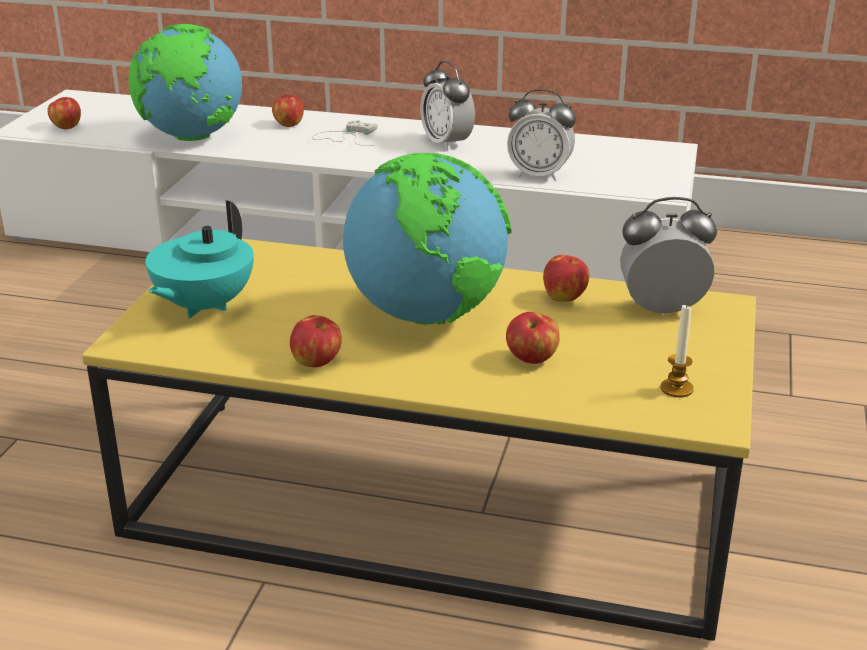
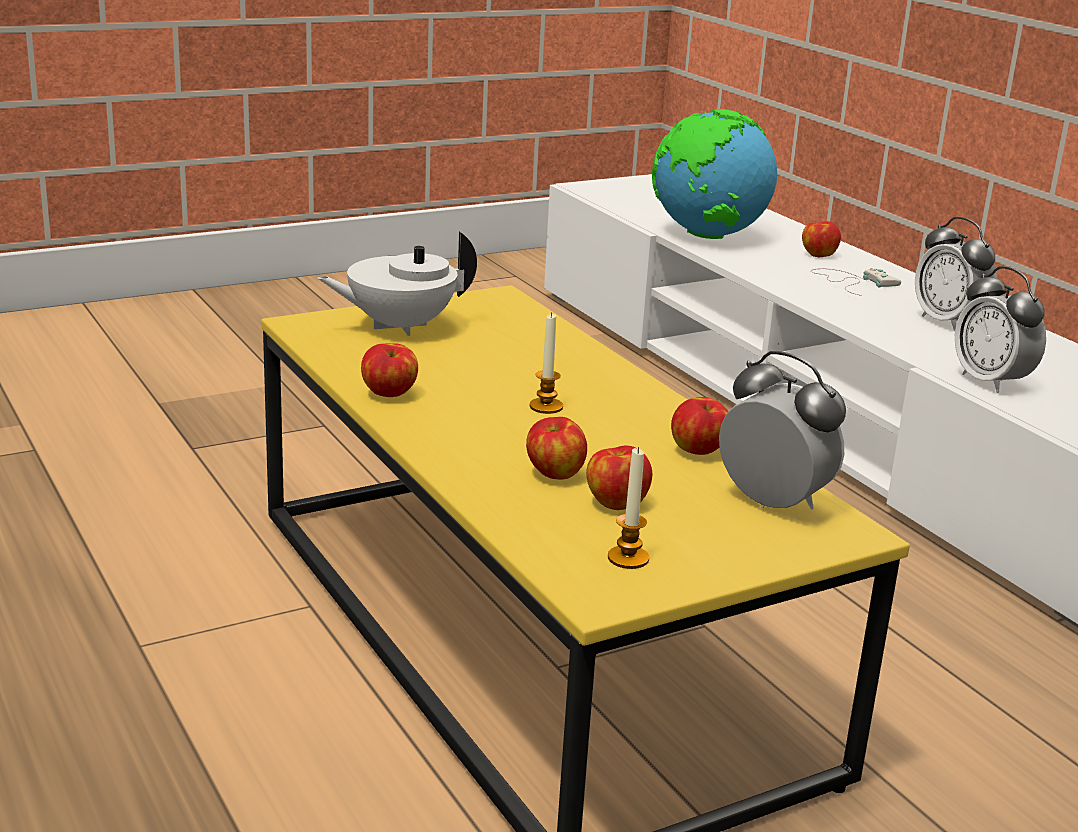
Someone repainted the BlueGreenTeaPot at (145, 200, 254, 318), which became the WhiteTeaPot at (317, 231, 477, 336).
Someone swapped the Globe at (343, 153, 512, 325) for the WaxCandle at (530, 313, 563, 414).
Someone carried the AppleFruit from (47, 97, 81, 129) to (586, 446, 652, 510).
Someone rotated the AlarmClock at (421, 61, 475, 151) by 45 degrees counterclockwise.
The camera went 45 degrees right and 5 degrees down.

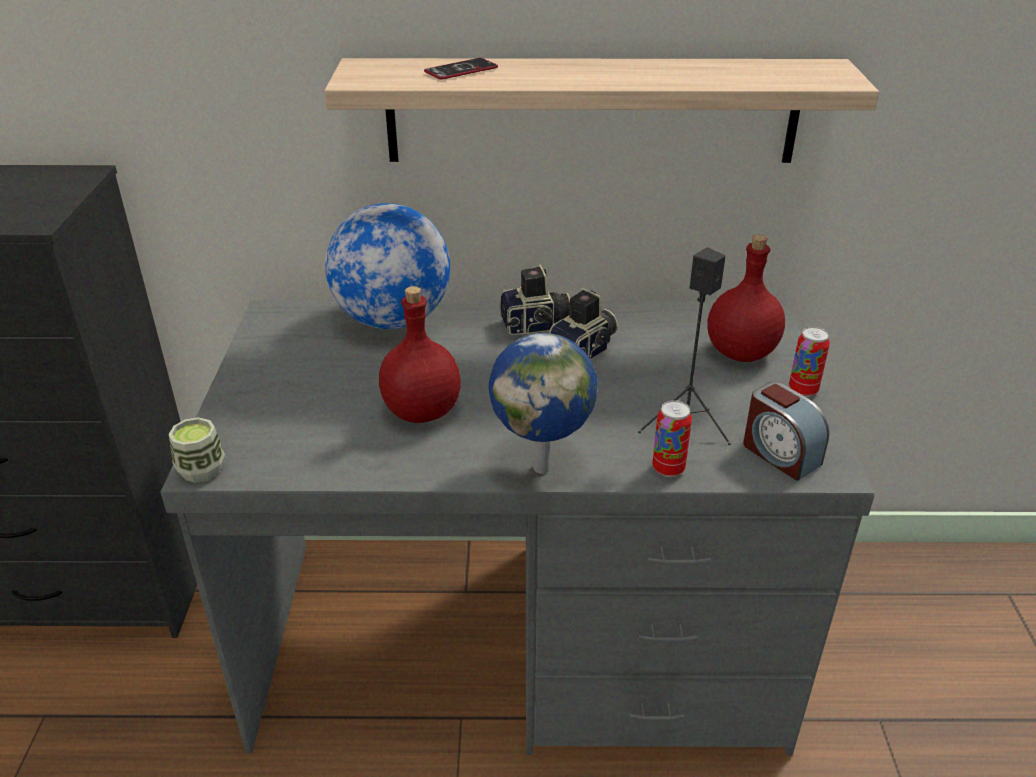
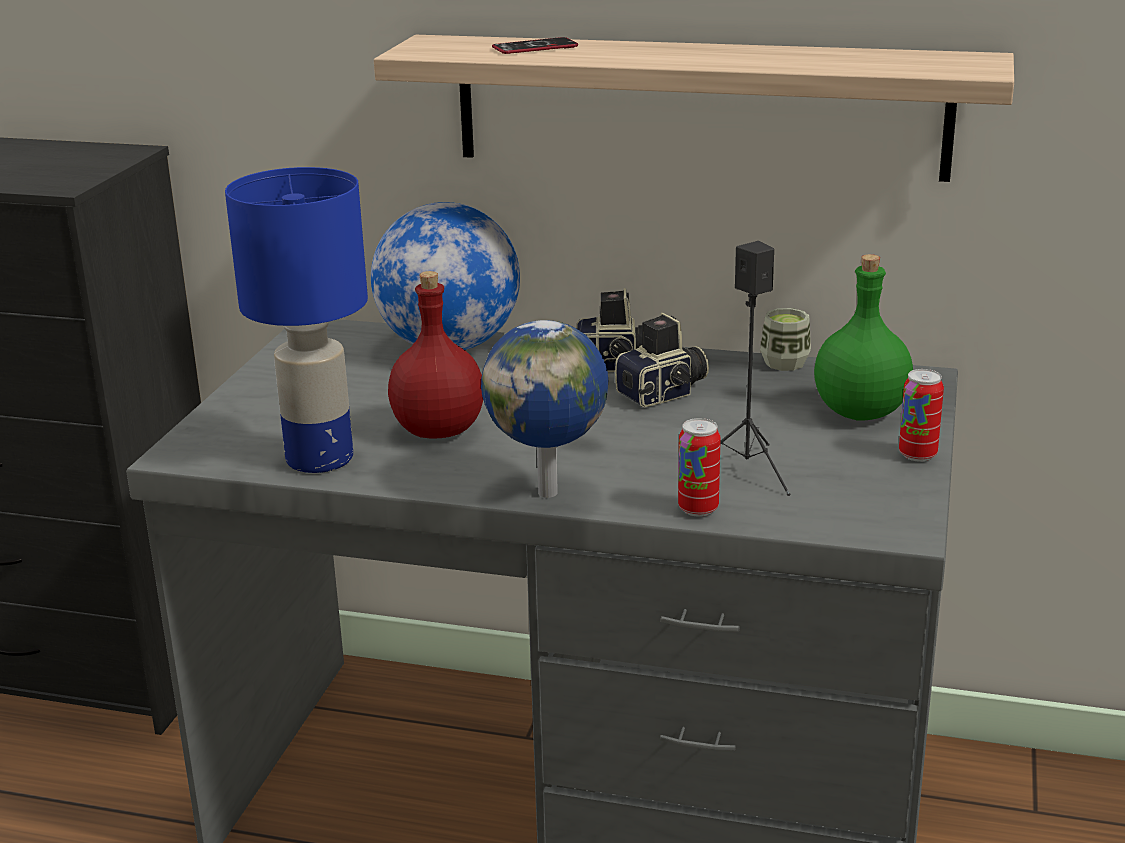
Someone put down the BlueColouredTabletopLamp at (225, 167, 368, 473).
Someone carried the Cup from (169, 417, 225, 483) to (760, 308, 811, 371).
Someone repainted the ReddishDrinkBottle at (707, 235, 785, 362), which became the GreenDrinkBottle at (814, 254, 913, 421).
Someone took away the AlarmClock at (743, 382, 829, 481).
The camera went 15 degrees right and 10 degrees down.

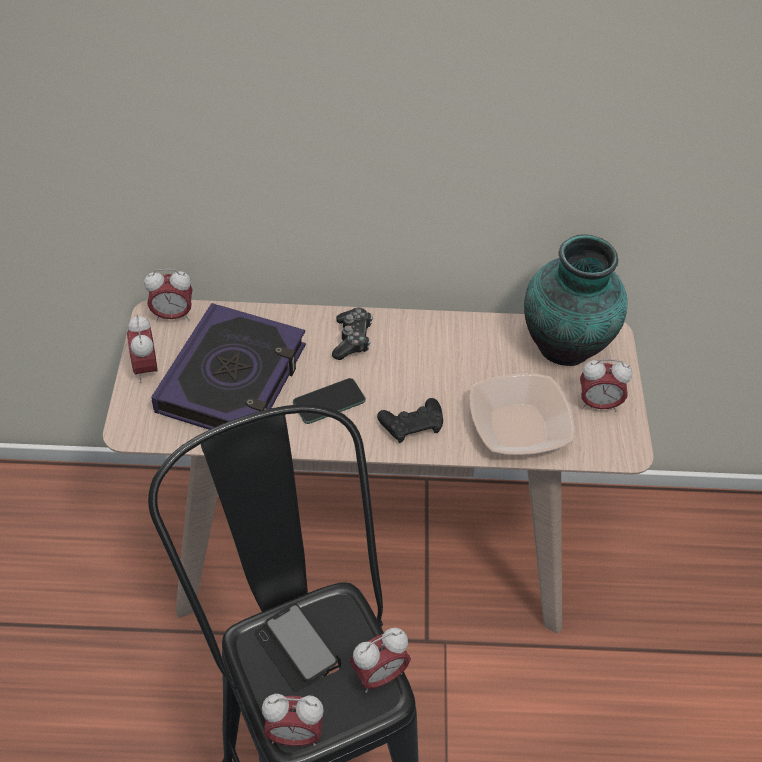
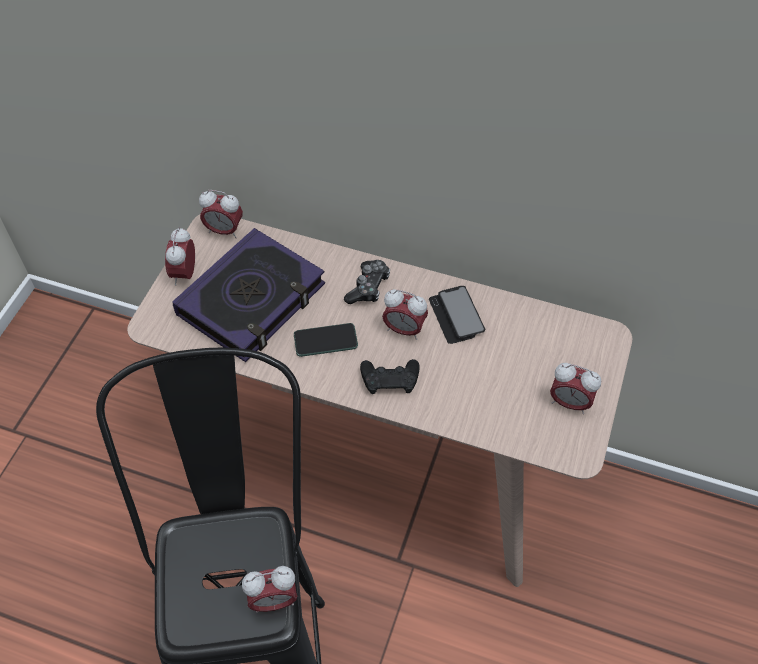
Someone carried the AlarmClock from (262, 694, 324, 746) to (382, 289, 428, 340).
Someone carried the Phone from (254, 604, 338, 692) to (429, 286, 485, 344).
Someone took away the Bowl at (469, 374, 575, 455).
Someone took away the DecorativeVase at (524, 234, 628, 366).
The camera went 20 degrees right and 5 degrees up.

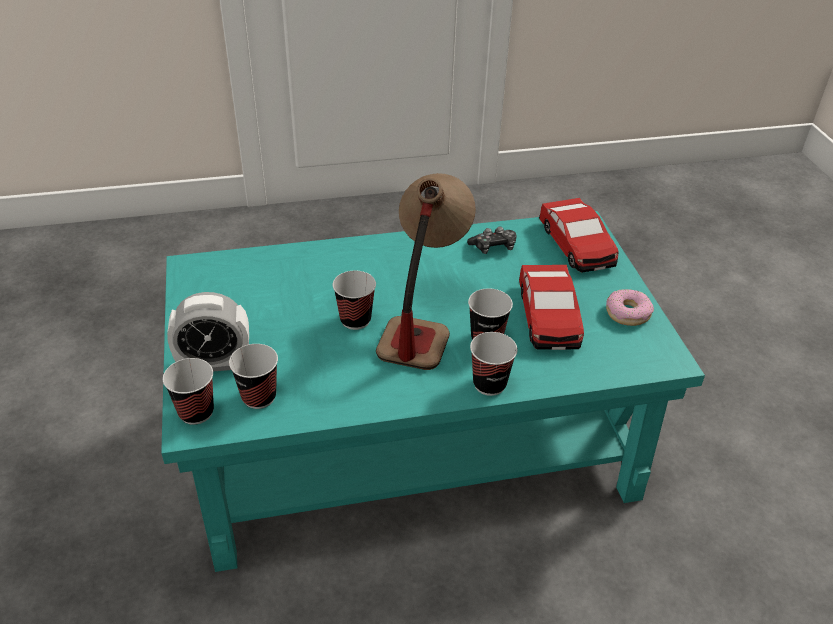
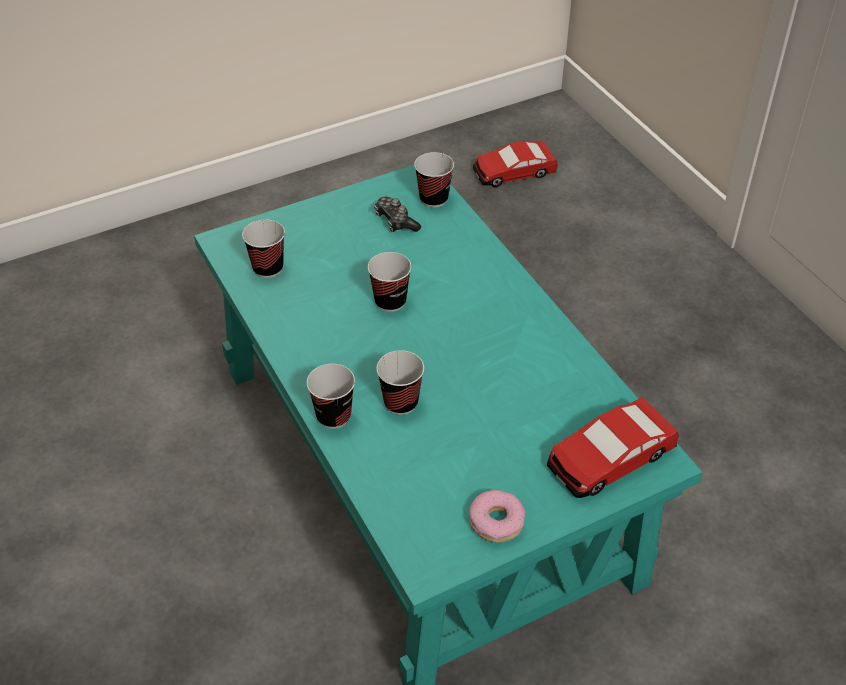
Someone carried the Gamepad from (467, 226, 517, 254) to (374, 196, 421, 232).
Someone carried the Cup from (163, 358, 214, 425) to (414, 152, 454, 207).
Someone carried the ToyCar from (519, 265, 584, 350) to (473, 141, 558, 187).
Someone took away the AlarmClock at (167, 292, 249, 371).
Someone took away the TabletopLamp at (376, 173, 476, 370).
The camera went 75 degrees right and 5 degrees up.

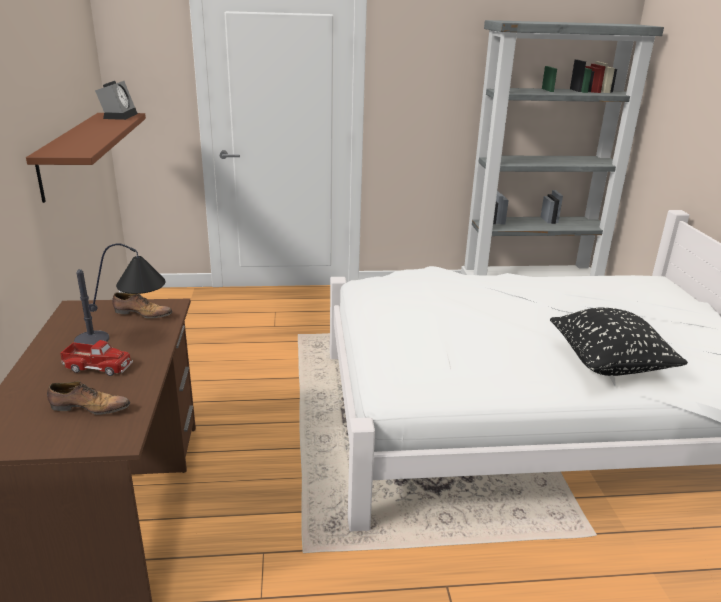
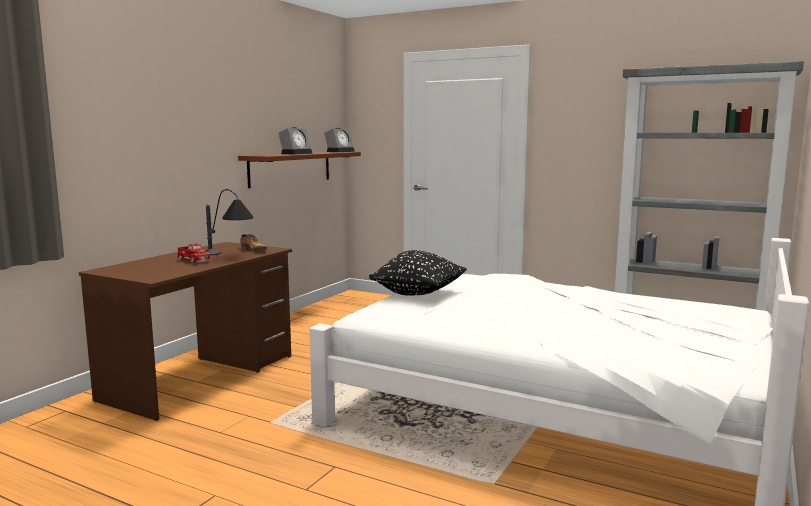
Someone put down the AlarmClock at (278, 127, 312, 154).
Someone carried the BlackishPillow from (550, 308, 688, 376) to (369, 250, 467, 295).
Someone took away the LowShoe at (47, 381, 130, 415).
The camera went 35 degrees right and 15 degrees down.

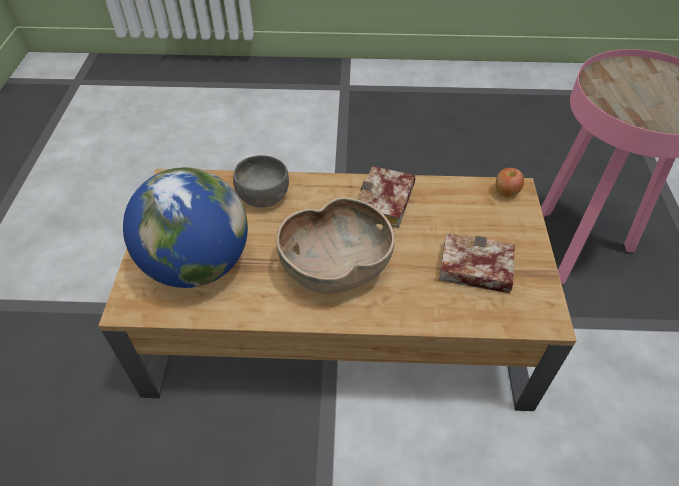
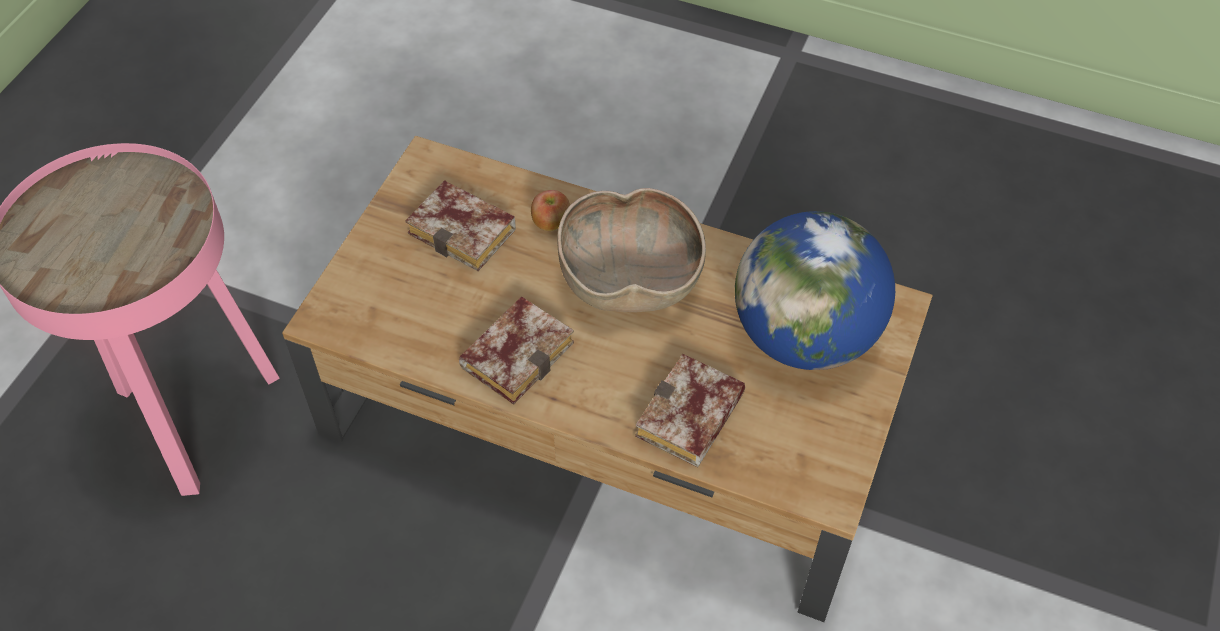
Someone carried the AppleFruit from (496, 168, 524, 198) to (531, 190, 570, 231).
Someone swapped the GreyBowl at (233, 155, 289, 208) for the Book at (635, 354, 745, 467).
The camera went 160 degrees left and 5 degrees up.

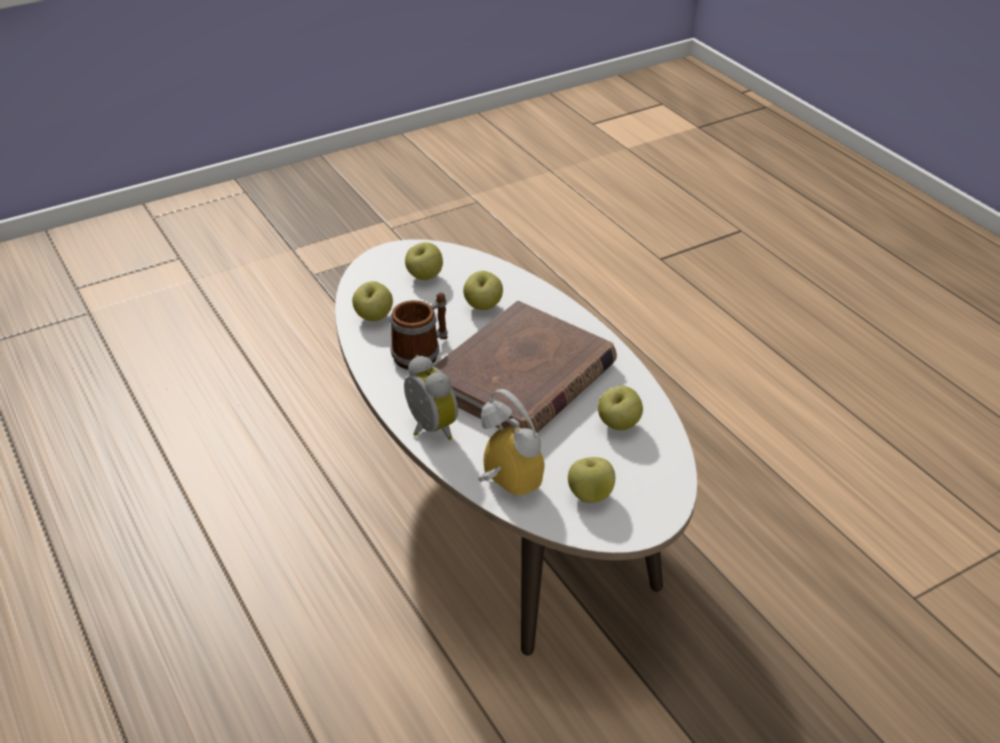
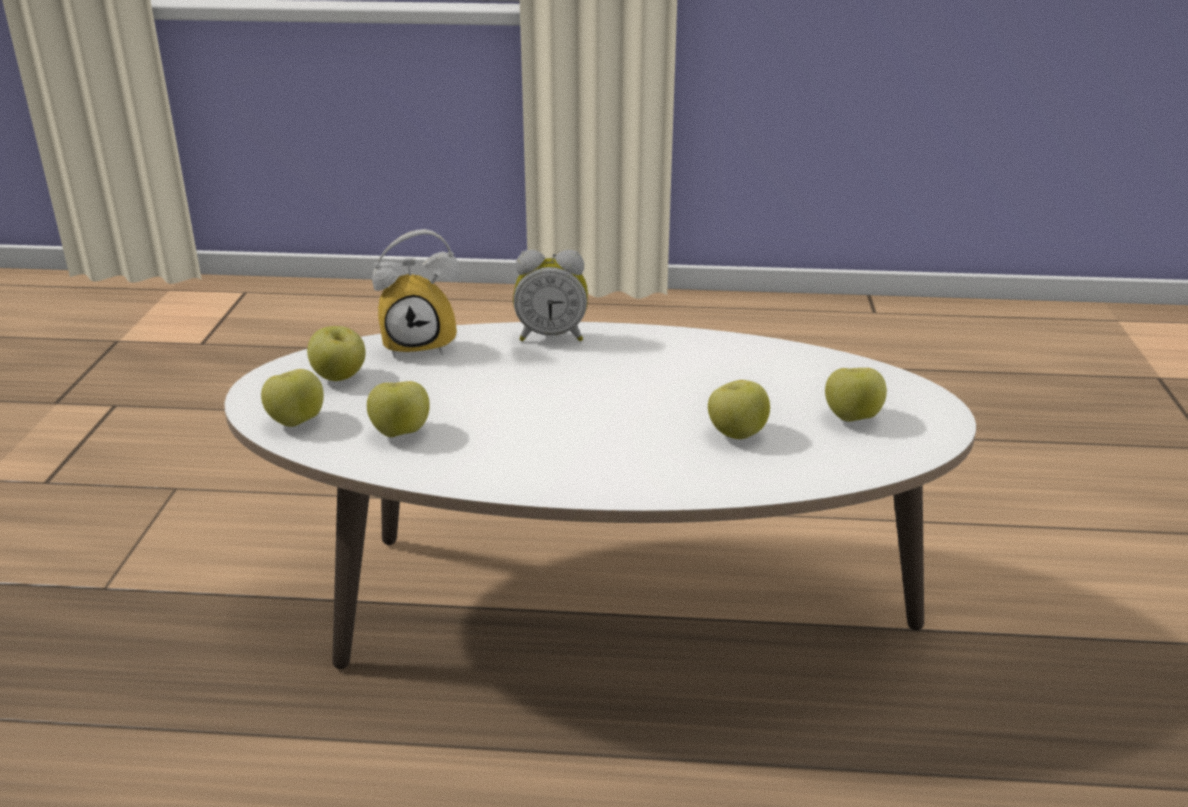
Someone carried the AppleFruit from (352, 281, 393, 321) to (261, 369, 324, 427).
Someone took away the Mug at (390, 293, 448, 370).
Someone took away the BrownBook at (433, 301, 617, 433).
The camera went 125 degrees right and 10 degrees down.

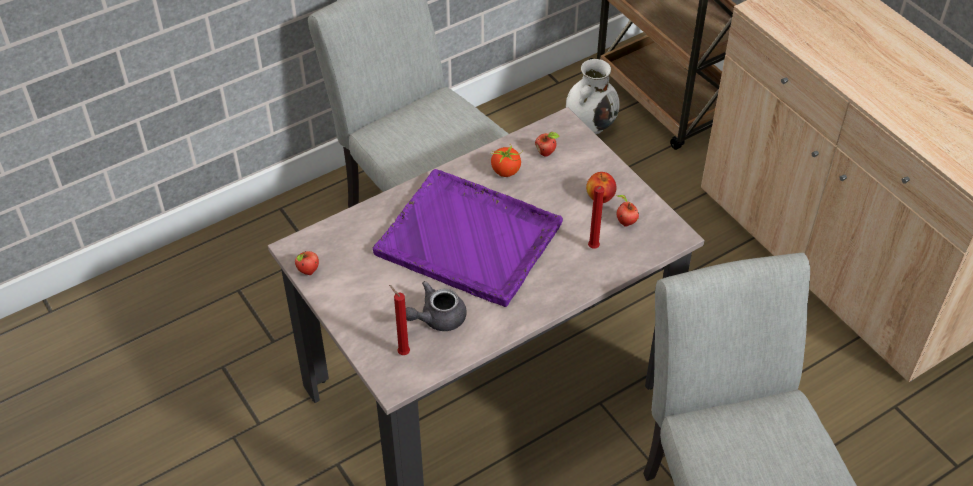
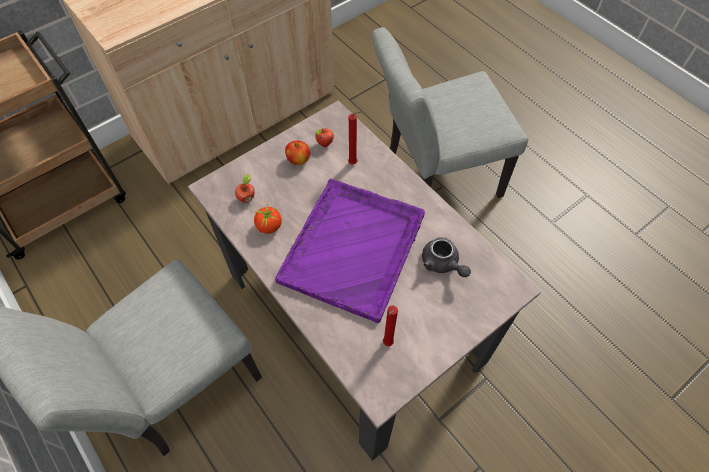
Someone carried the ReddishWaxCandle from (389, 285, 410, 355) to (383, 306, 398, 346).
Someone took away the AppleFruit at (295, 251, 319, 275).
Someone took away the WhiteDecorativeVase at (566, 59, 620, 134).
The camera went 95 degrees left and 10 degrees up.

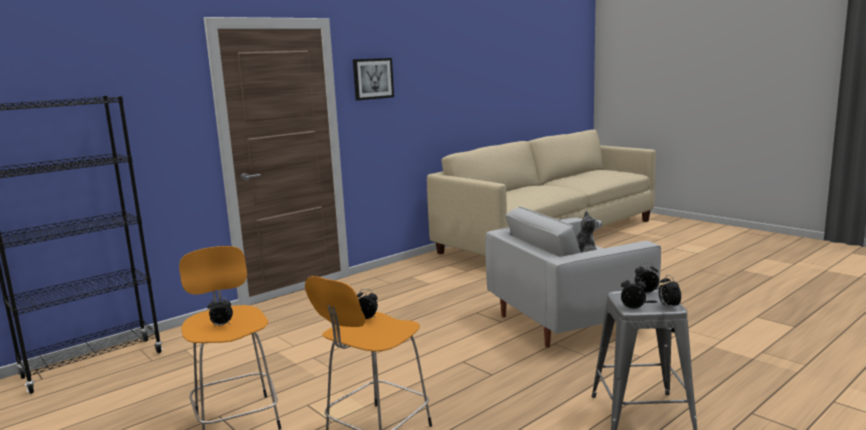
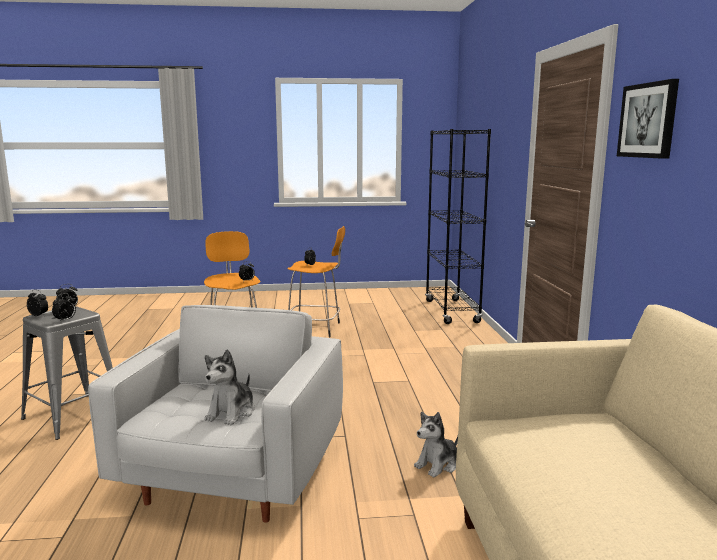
Someone put down the CuddlyToy at (414, 412, 458, 478).
The camera went 125 degrees right and 0 degrees up.

